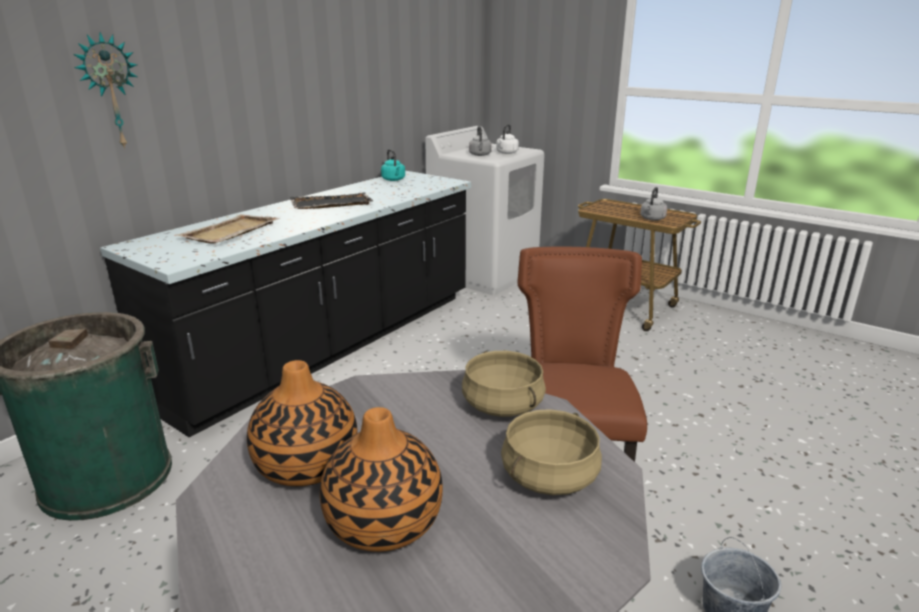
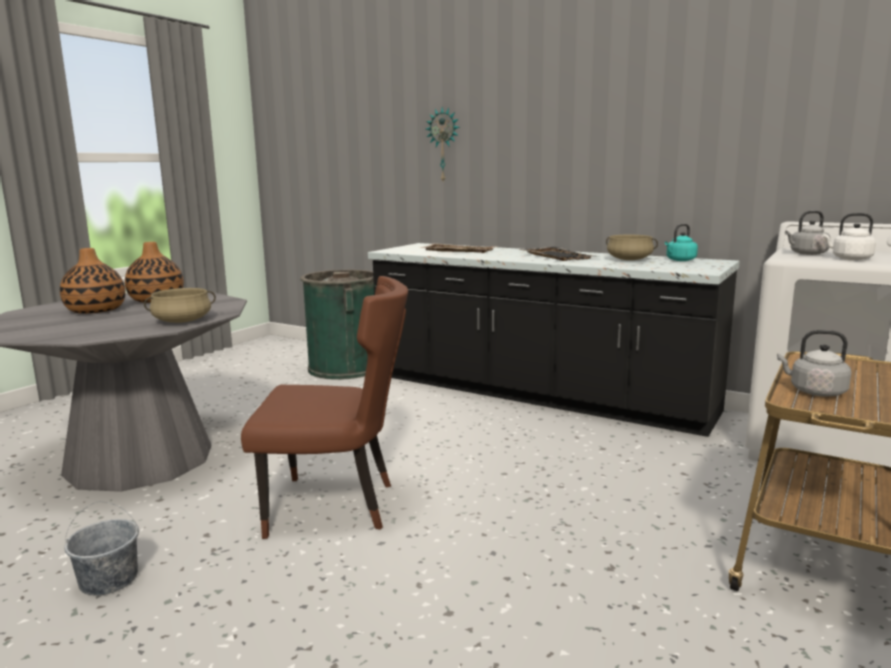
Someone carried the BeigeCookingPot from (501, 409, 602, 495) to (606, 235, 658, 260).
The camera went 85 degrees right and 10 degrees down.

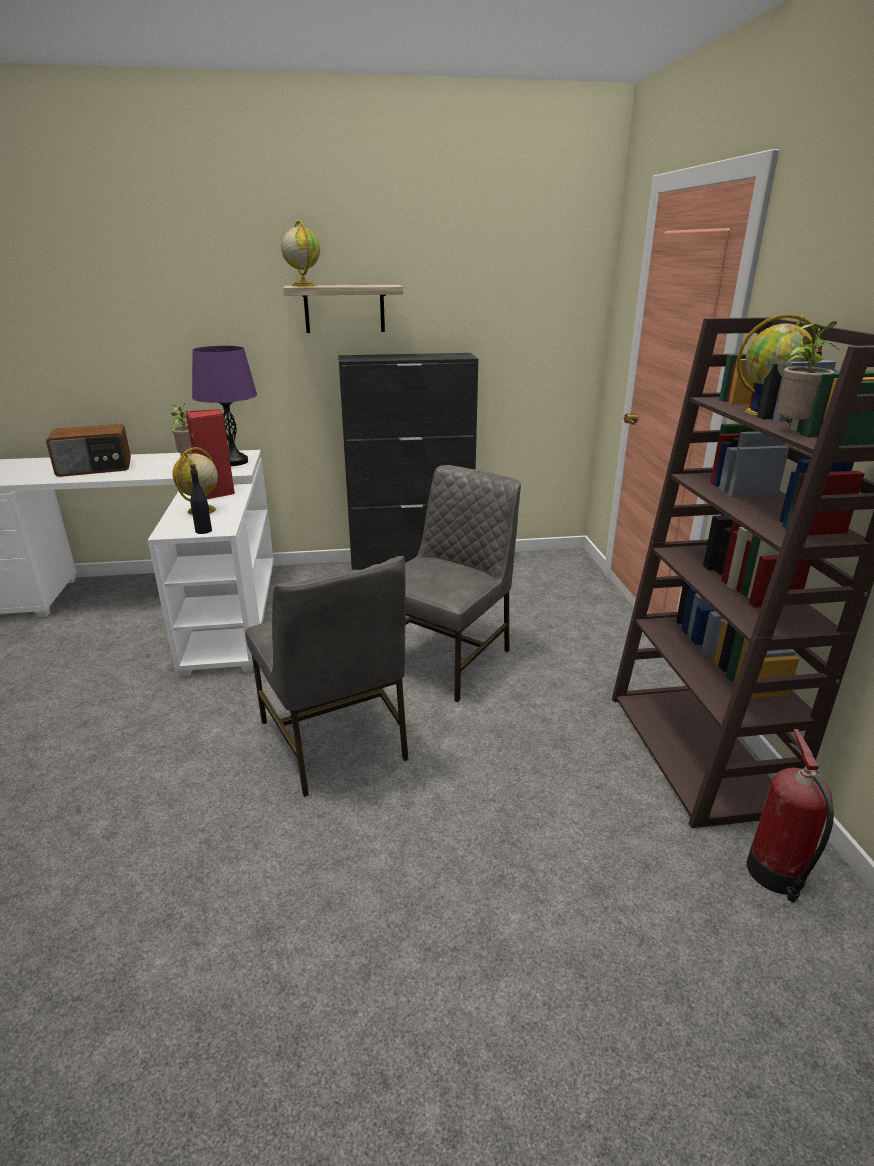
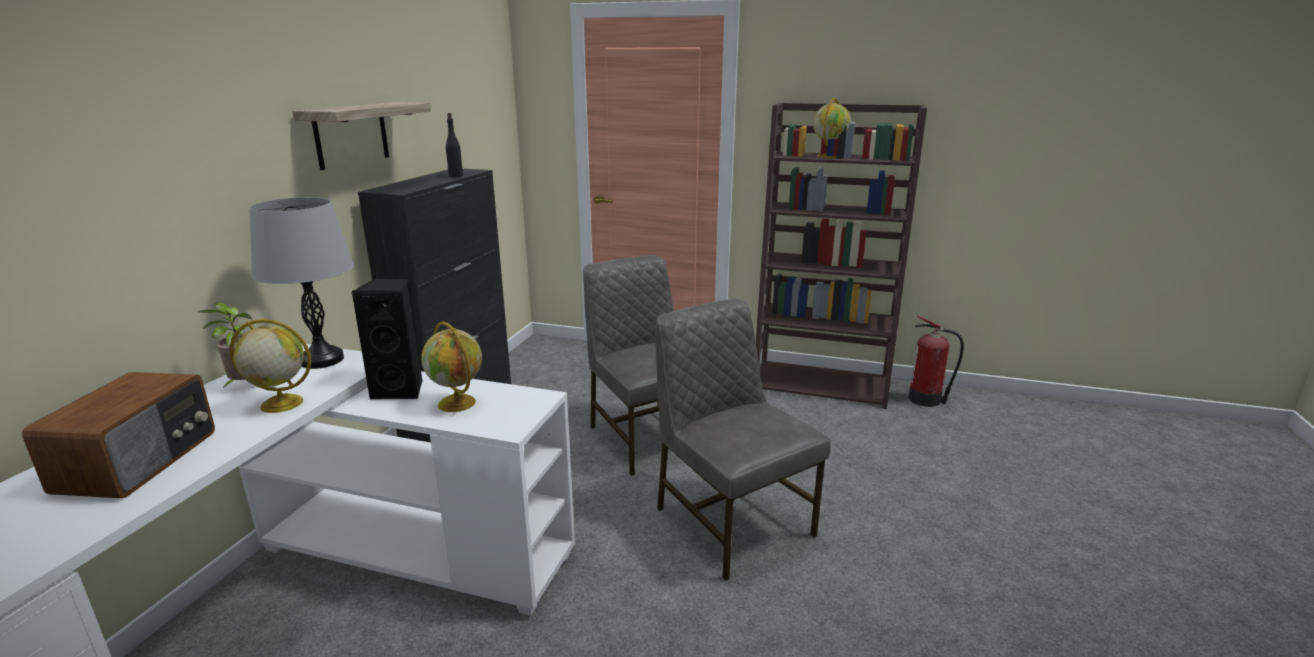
Someone carried the Globe from (281, 221, 320, 286) to (230, 319, 311, 413).
Someone repainted the PurplishTabletopLamp at (192, 346, 257, 466), which became the GreyTabletopLamp at (250, 197, 354, 369).
Someone repainted the ReddishSpeaker at (185, 409, 235, 499), which became the BlackishSpeaker at (352, 278, 423, 400).
Someone carried the BlackishDrinkBottle from (190, 464, 212, 534) to (446, 113, 463, 177).
Someone rotated the GreyPlainChair at (245, 556, 409, 797) by 120 degrees counterclockwise.
Someone took away the Houseplant at (778, 321, 838, 424).
The camera went 65 degrees left and 5 degrees down.

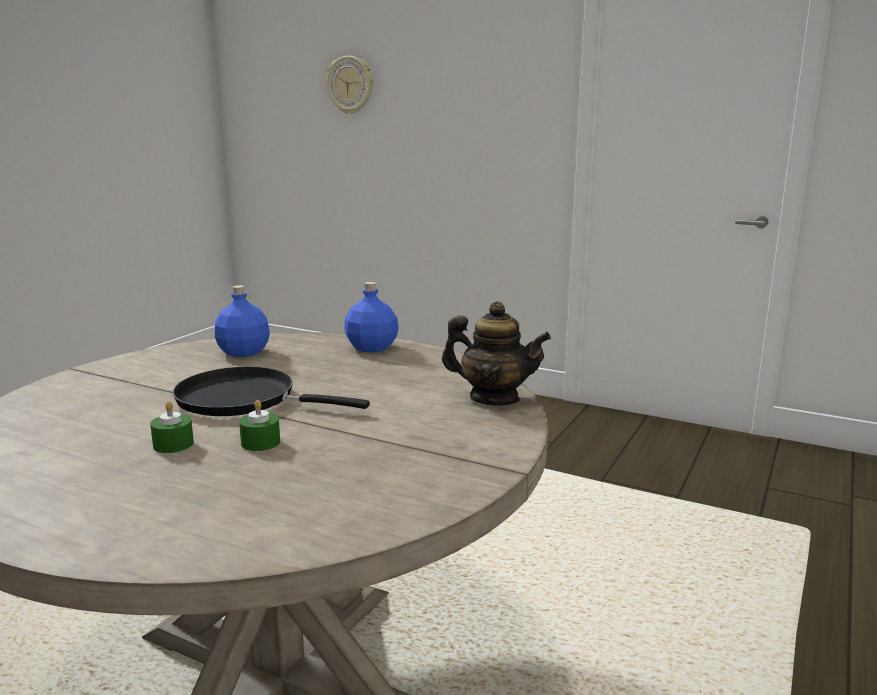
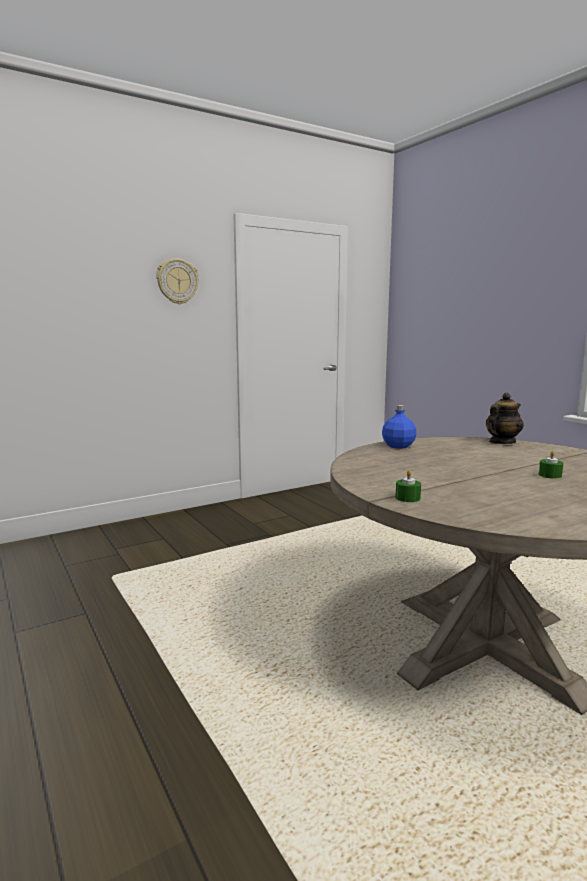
Someone carried the ClockOnTheWall from (326, 56, 373, 114) to (156, 259, 199, 304).
Someone carried the GreenWaxCandle from (150, 401, 194, 453) to (396, 470, 421, 502).
Someone took away the BlackishPan at (173, 367, 370, 416).
Someone took away the BlueColouredDrinkBottle at (215, 285, 270, 357).
The camera went 60 degrees left and 5 degrees down.

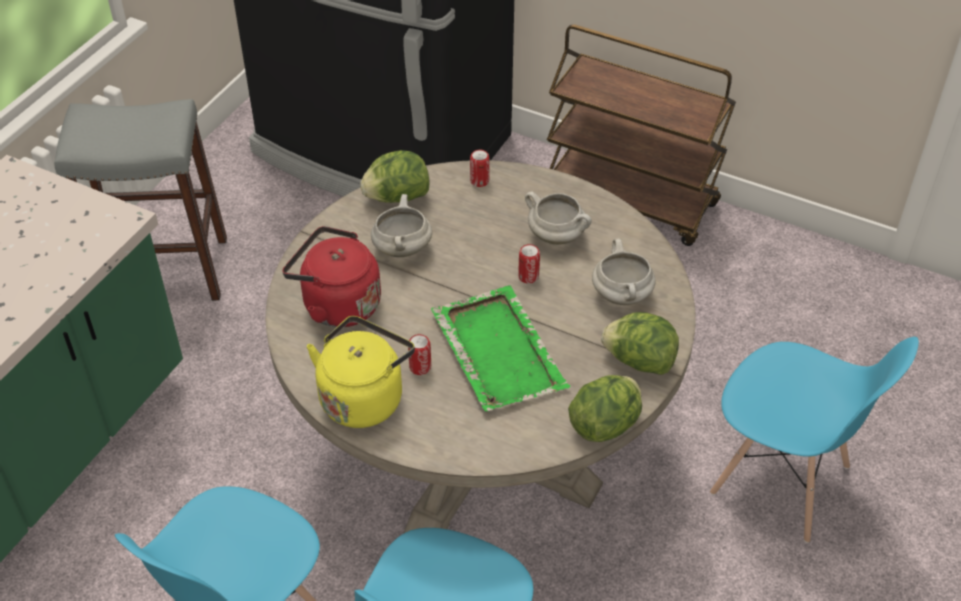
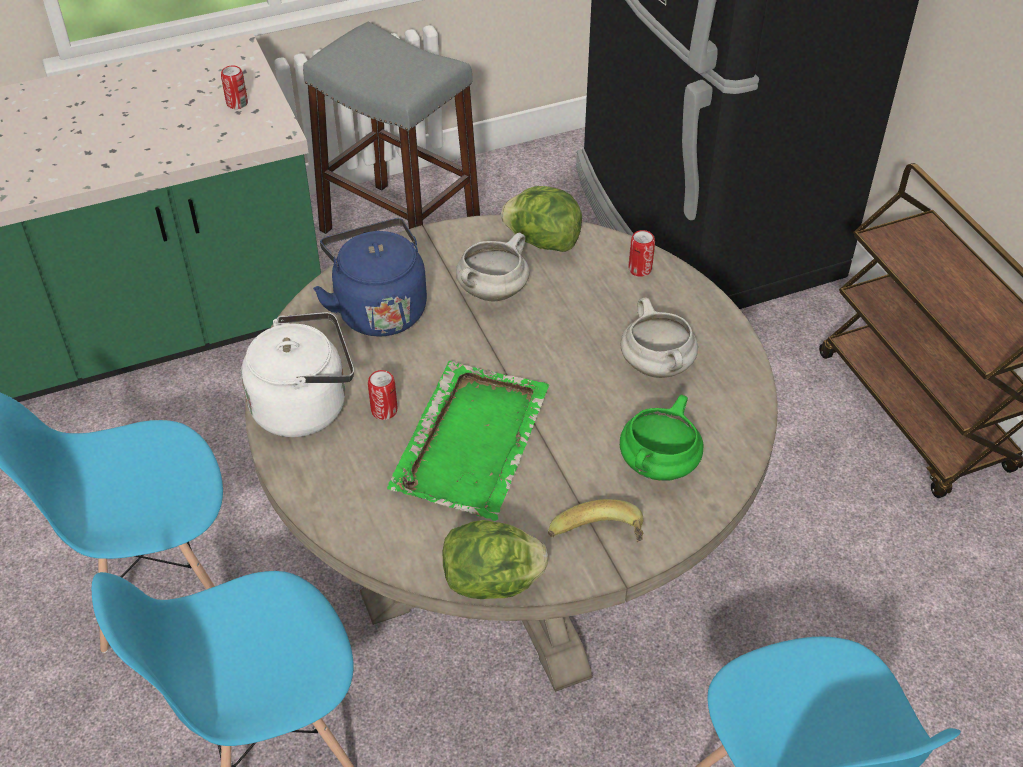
Someone carried the SealedCan from (518, 244, 540, 284) to (221, 66, 248, 109).
Someone repainted the YellowishTeaKettle at (307, 316, 415, 428), which became the WhiteTeaKettle at (241, 312, 354, 437).
Someone repainted the ReddishTeaKettle at (282, 226, 381, 327), which became the BlueColouredTeaKettle at (313, 218, 427, 337).
Someone swapped the Lettuce at (601, 312, 679, 375) for the BananaFruit at (548, 499, 644, 543).
Someone repainted the WhiteCookingPot at (592, 239, 656, 305), which became the GreenCookingPot at (620, 395, 703, 481).
The camera went 40 degrees right and 0 degrees up.

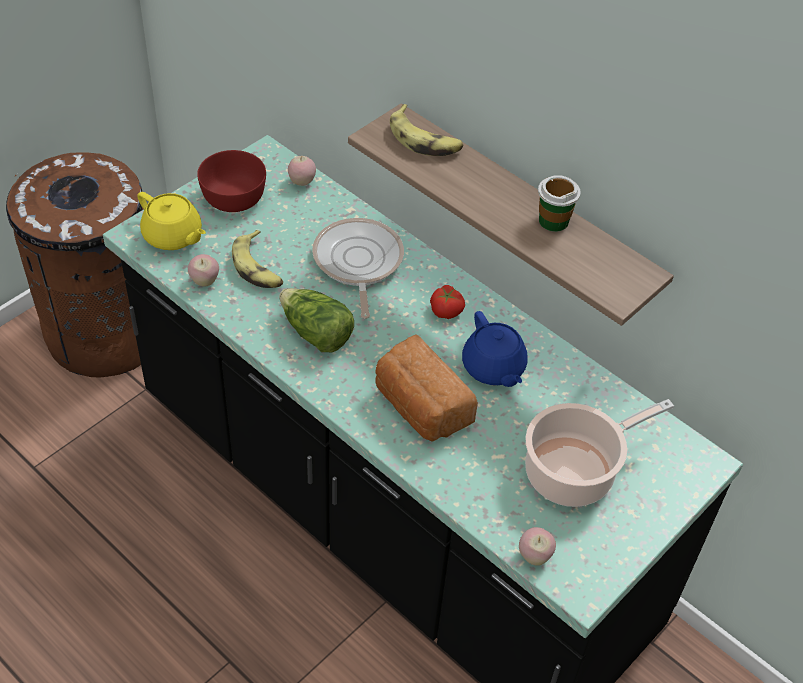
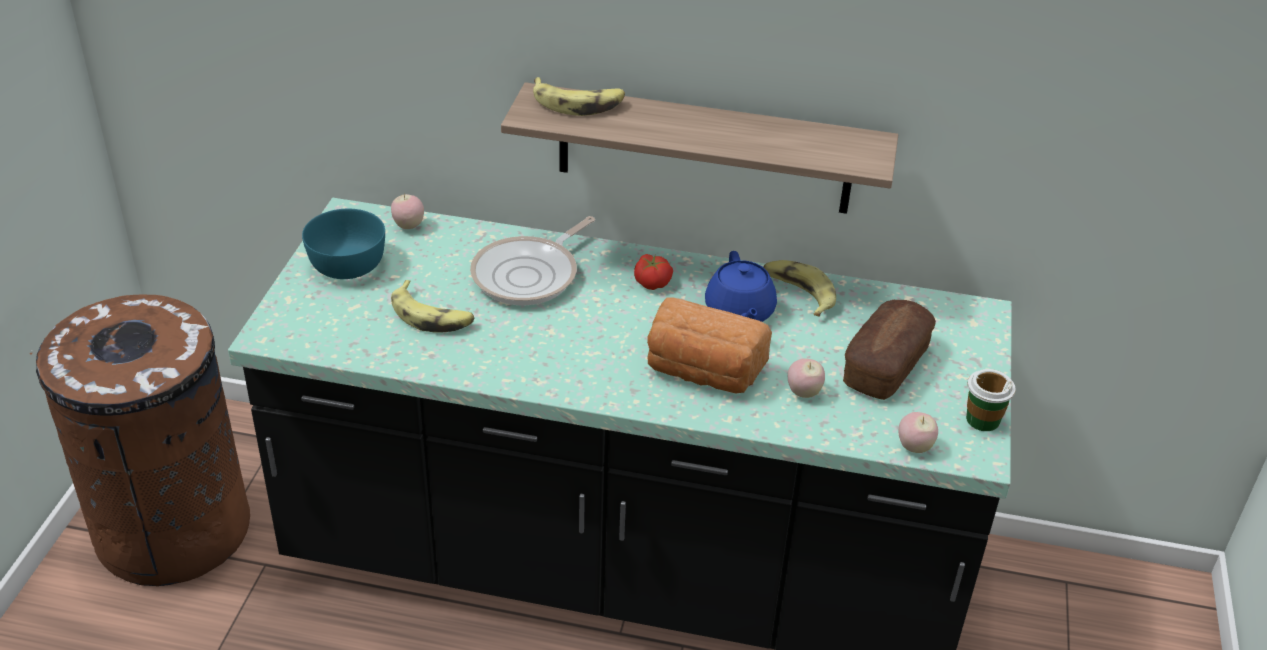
Someone repainted the ReddishBowl at (197, 150, 266, 212), which became the BlueGreenBowl at (302, 209, 385, 279).
Someone rotated the Pan at (312, 218, 404, 319) by 105 degrees counterclockwise.
Someone rotated the BlueColouredTeaPot at (462, 311, 528, 387) by 45 degrees clockwise.
Someone put down the BananaFruit at (763, 260, 836, 317).
Someone carried the AppleFruit from (188, 254, 219, 286) to (788, 358, 825, 398).
Someone swapped the CookingPot at (525, 399, 674, 507) for the BakedBread at (843, 300, 936, 400).
Someone carried the Cup from (538, 175, 581, 232) to (966, 369, 1016, 431).
Someone took away the YellowishTeaPot at (137, 192, 206, 250).
Someone took away the Lettuce at (279, 288, 354, 352).
The camera went 30 degrees left and 10 degrees down.

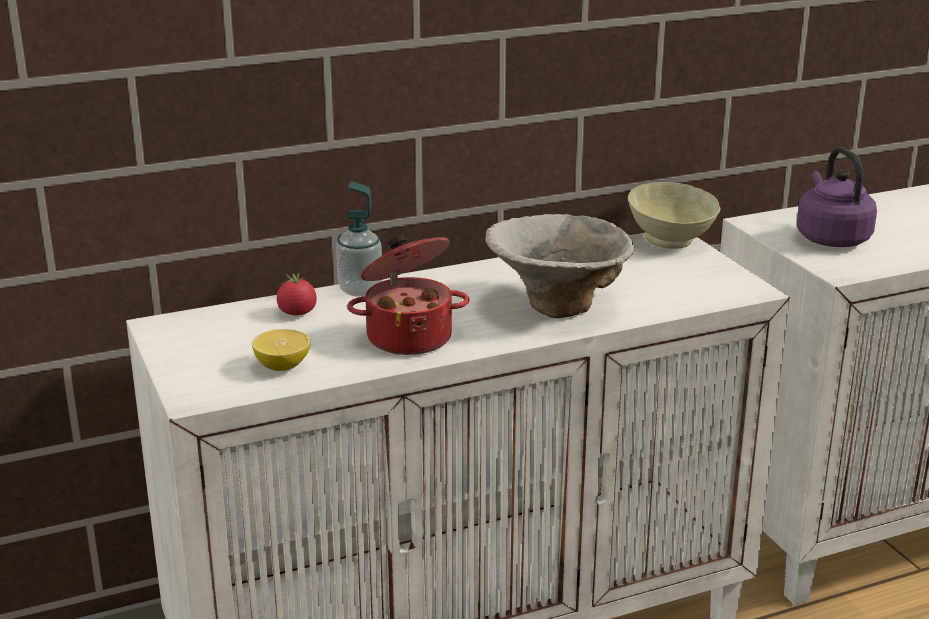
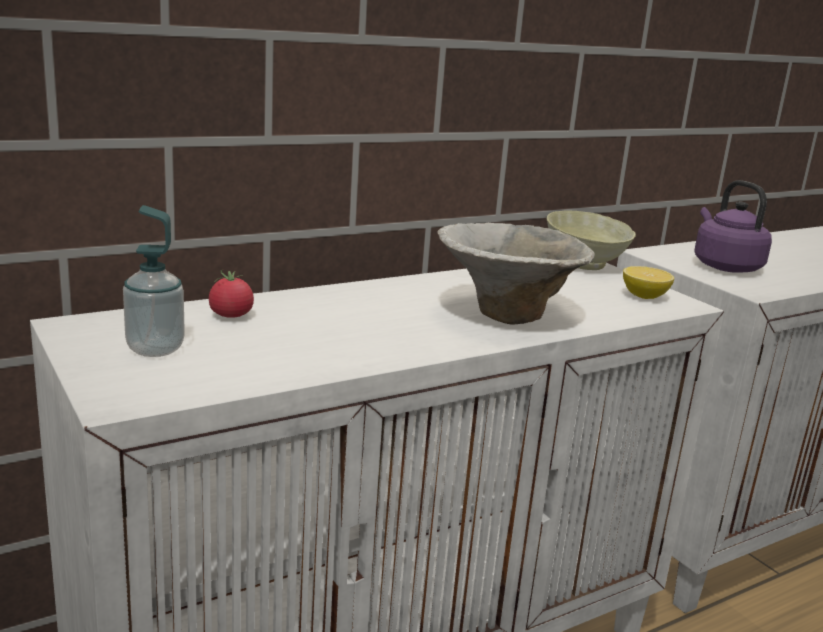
Someone carried the SoapDispenser from (336, 181, 382, 297) to (123, 205, 185, 357).
Someone carried the Lemon from (252, 329, 310, 371) to (623, 266, 674, 299).
Someone took away the CookingPot at (347, 235, 469, 355).
The camera went 10 degrees left and 5 degrees down.

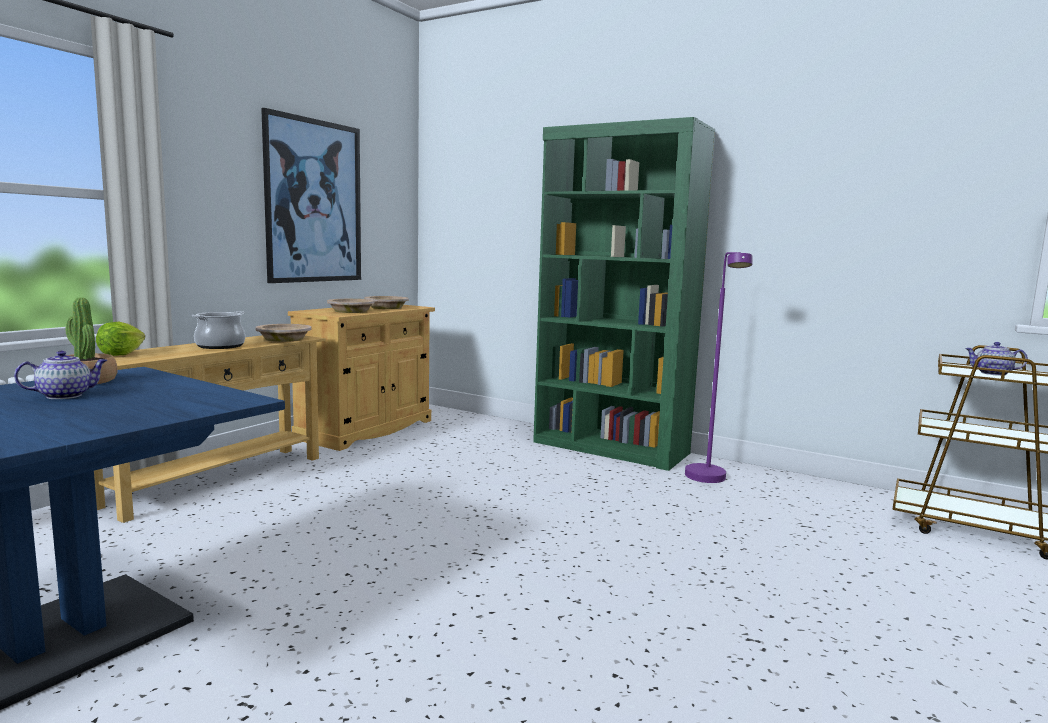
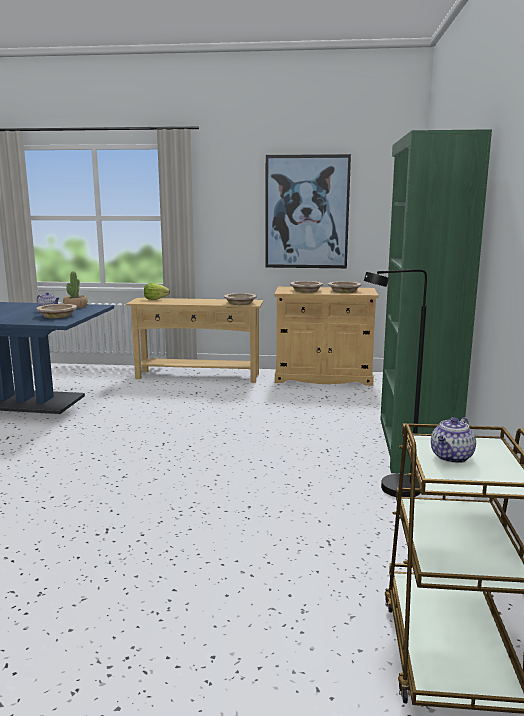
Someone put down the BeigeBowl at (36, 304, 77, 318).
Someone repainted the PurplishFloorLamp at (685, 252, 753, 483), which became the BlackishFloorLamp at (364, 269, 427, 497).
Someone rotated the TeaPot at (965, 342, 1028, 376) by 135 degrees counterclockwise.
Someone took away the CookingPot at (192, 311, 245, 349).
The camera went 65 degrees right and 5 degrees up.

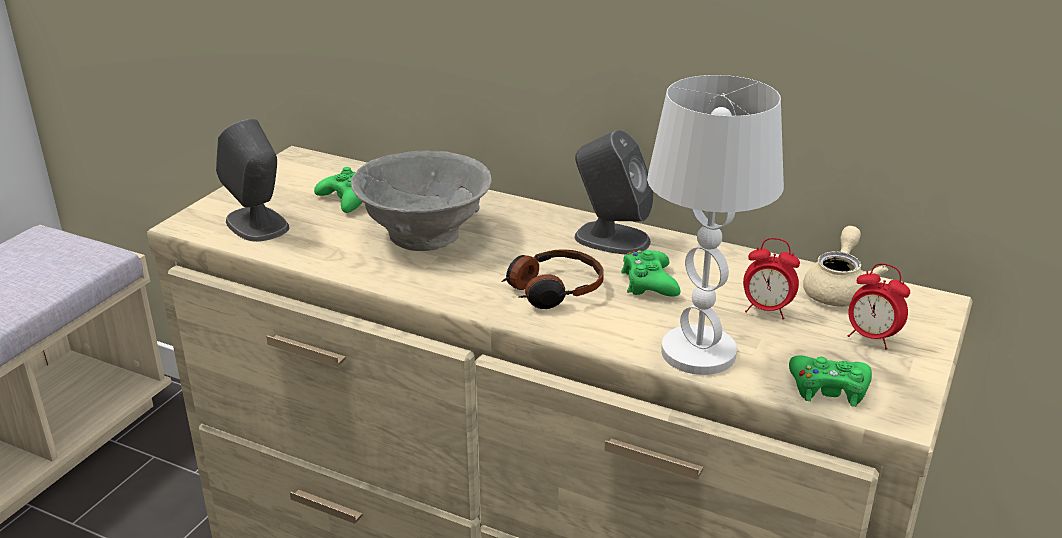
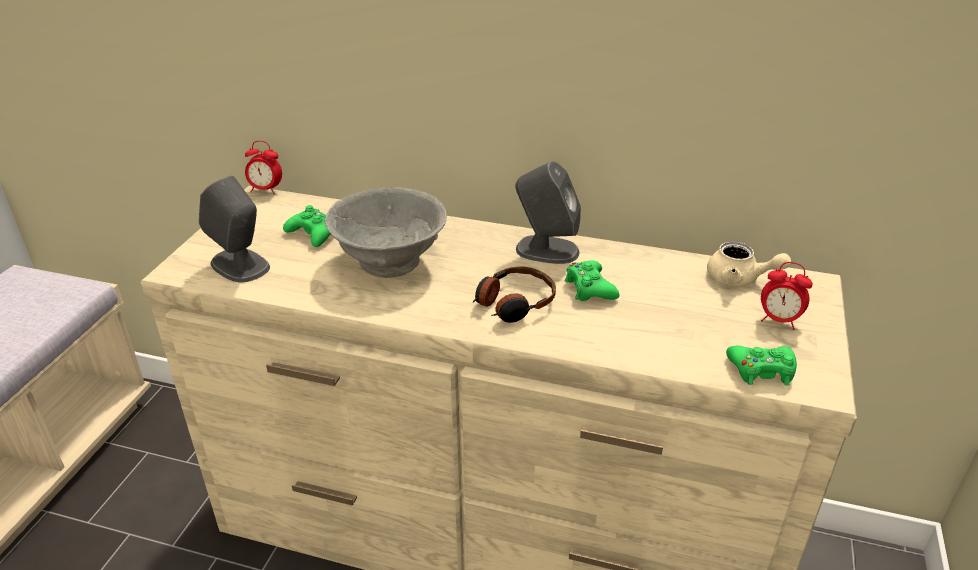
Someone carried the AlarmClock from (743, 238, 800, 319) to (245, 141, 282, 194).
Someone rotated the BeigeTeaPot at (803, 226, 888, 307) by 105 degrees clockwise.
Someone took away the WhiteTabletopLamp at (647, 75, 784, 375).
The camera went 10 degrees left and 5 degrees up.

